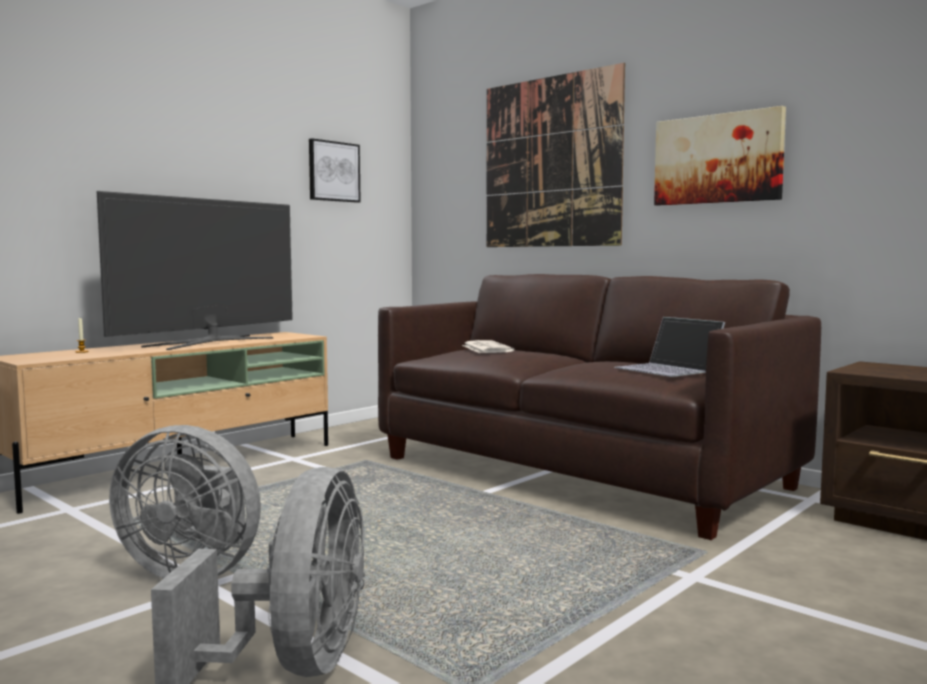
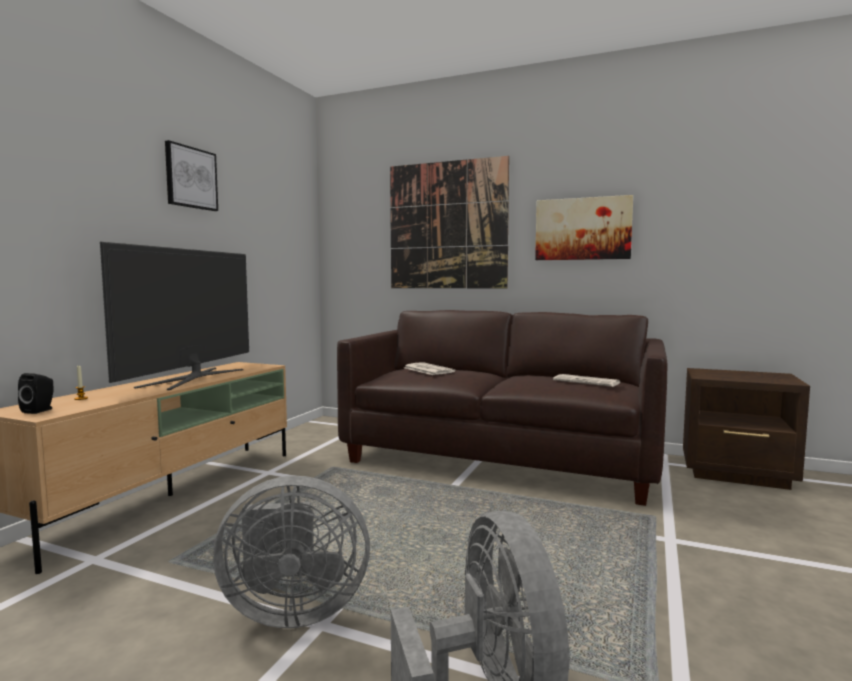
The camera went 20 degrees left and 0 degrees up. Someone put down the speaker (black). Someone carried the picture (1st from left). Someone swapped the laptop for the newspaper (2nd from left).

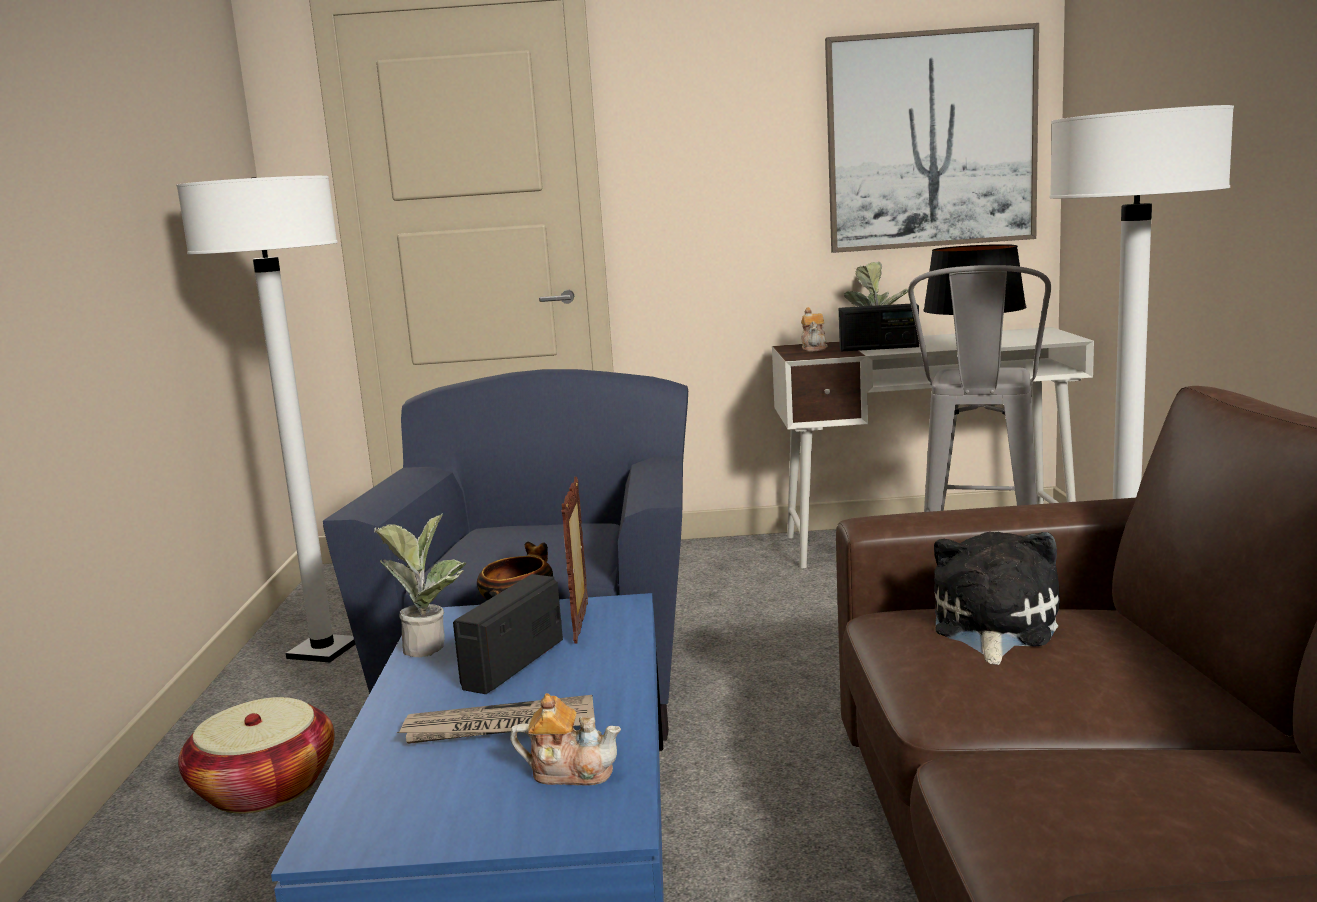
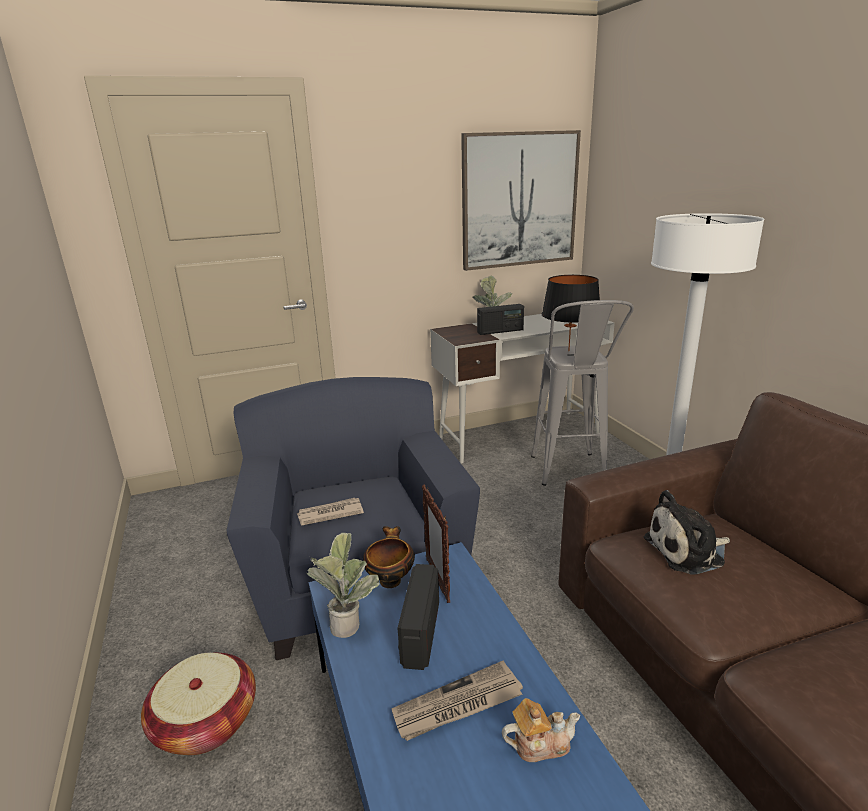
The camera went 20 degrees left and 10 degrees up. Someone put down the newspaper (1st from left). Someone rotated the plush toy by 105 degrees counterclockwise. Someone took away the floor lamp (white) (1st from left). Someone took away the teapot (2nd from left).

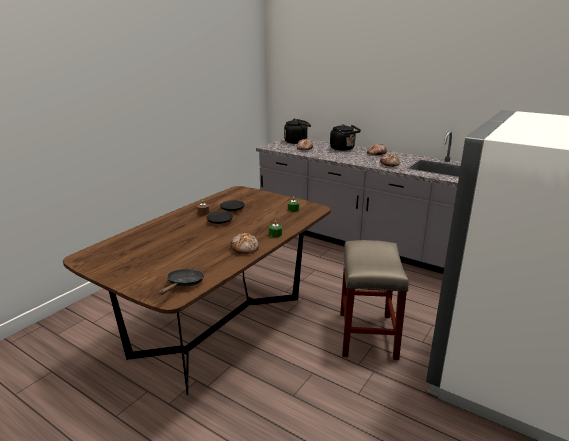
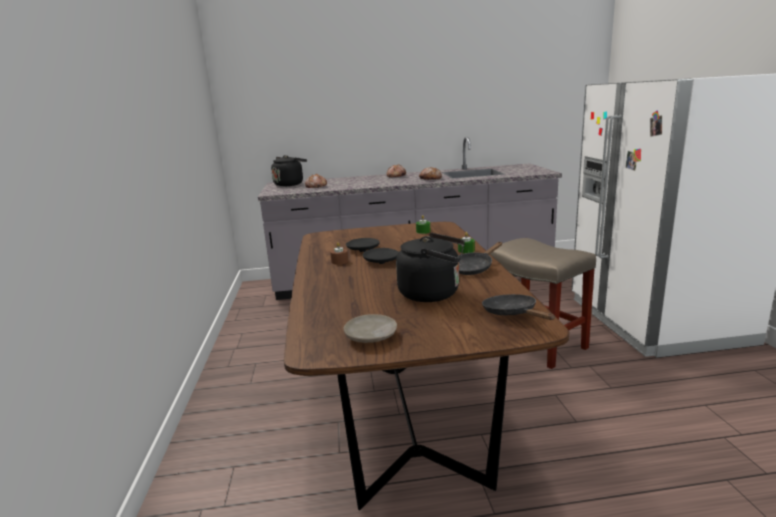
The camera went 40 degrees left and 5 degrees down. Someone put down the plate (beige). Someone carried the kettle (black) (2nd from left). Someone swapped the bread (1st from left) for the frying pan (black) (1st from left).

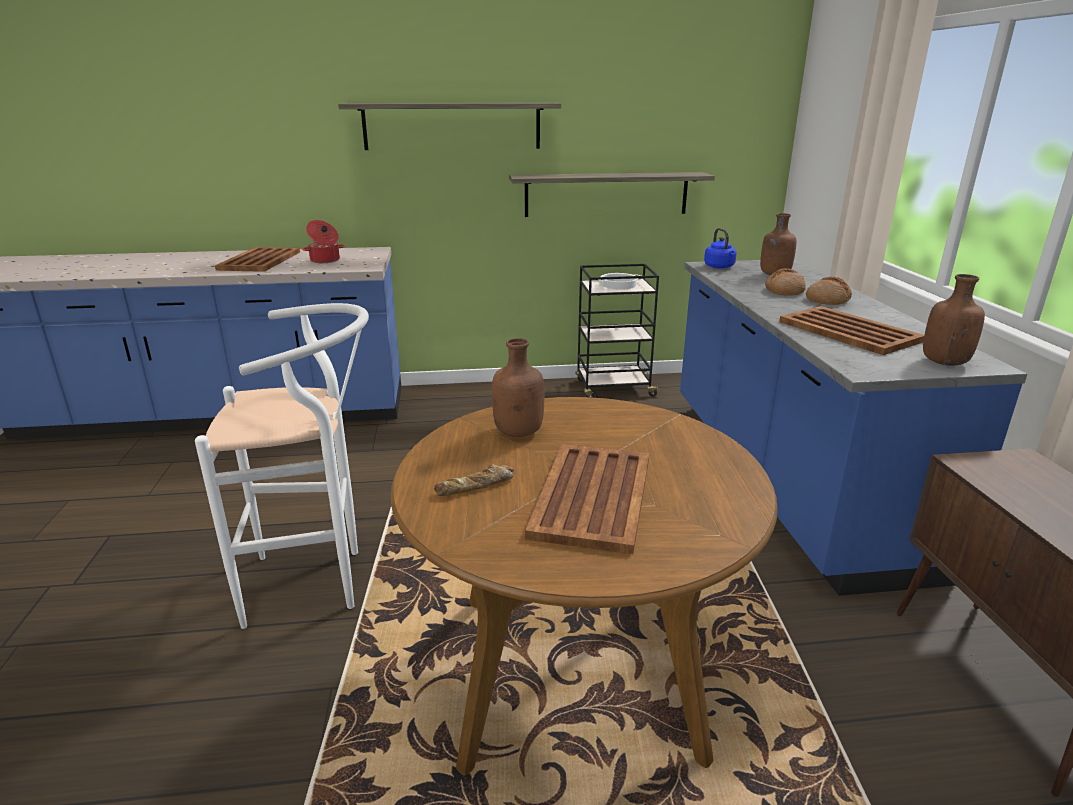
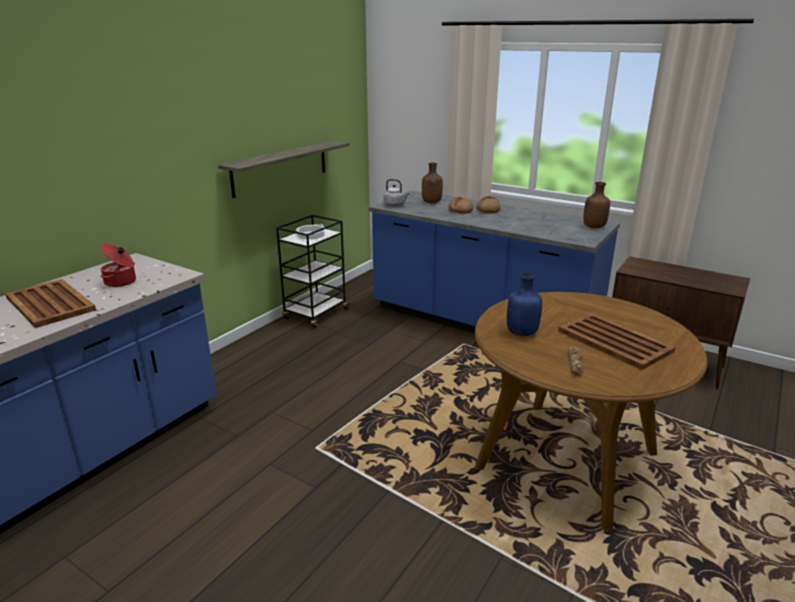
The camera went 50 degrees left and 0 degrees up. Someone repainted the kettle (blue), which became the kettle (grey). Someone repainted the bottle (brown) (1st from left), which became the bottle (blue). Someone took away the stool (white). Someone took away the shelf (1st from left). Someone took away the tray (brown) (3rd from left).

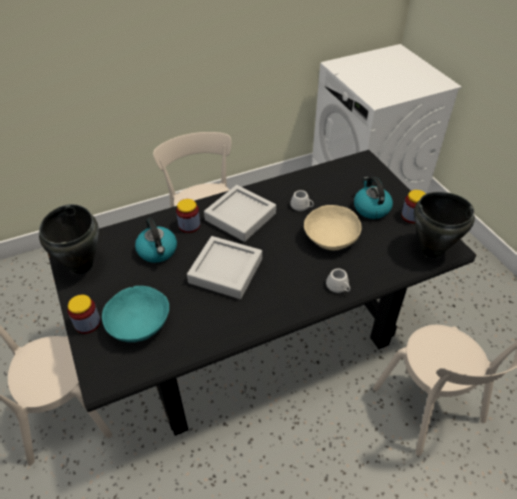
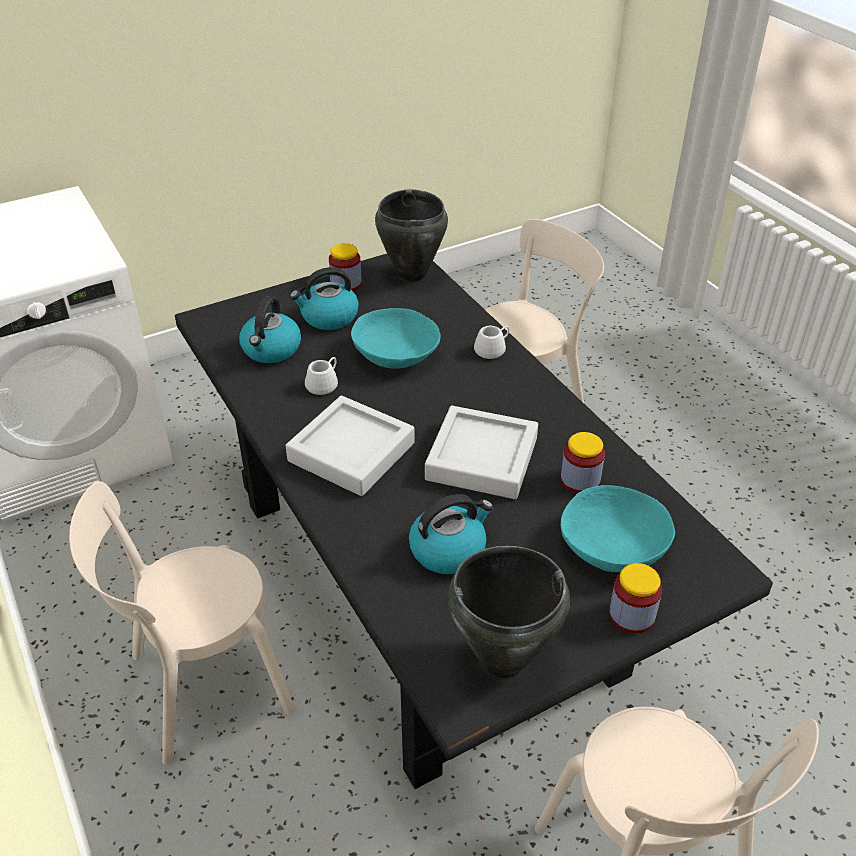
The camera went 95 degrees left and 5 degrees down. Someone put down the kettle (1st from left). Someone repainted the bowl (beige), which became the bowl (turquoise) (1st from left). Someone carried the jar (2nd from left).

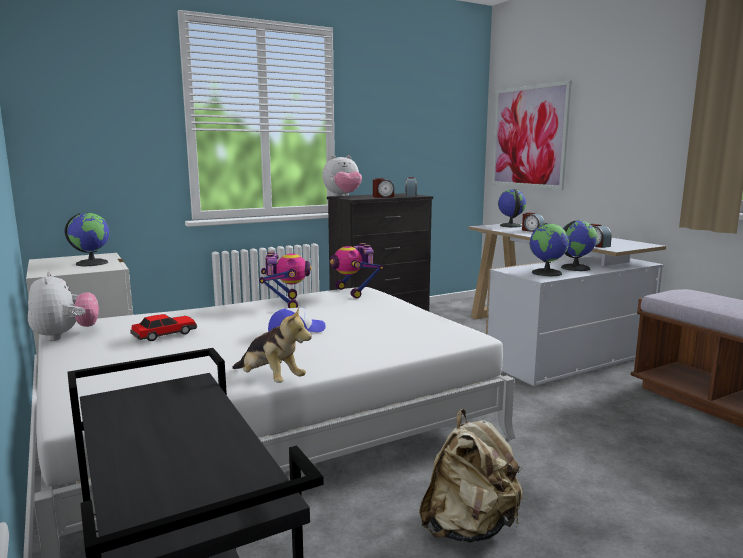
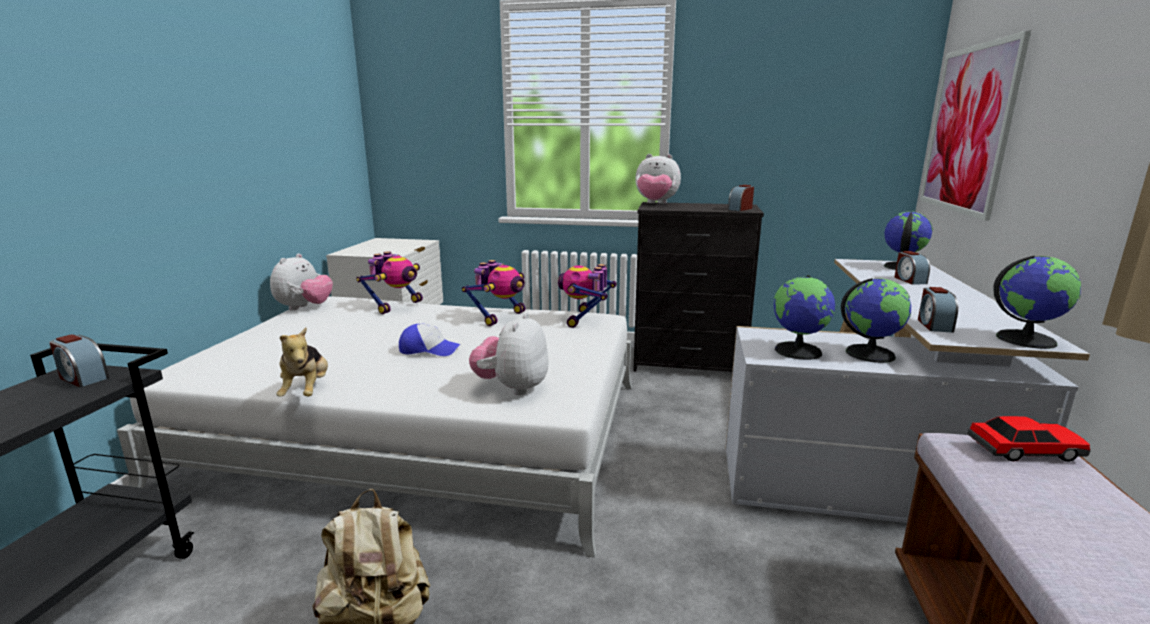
The camera went 40 degrees right and 5 degrees up. Someone carried the alarm clock (1st from left). Someone put down the toy robot (1st from left). Someone put down the plush toy (3rd from left). Someone carried the toy car. Someone carried the globe (1st from left in the first image).

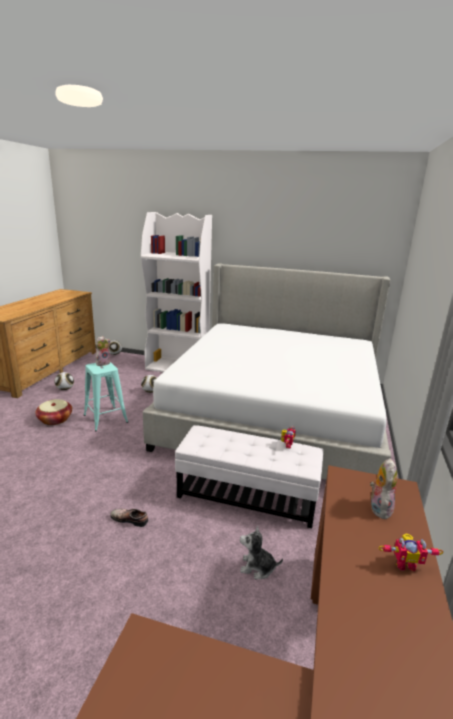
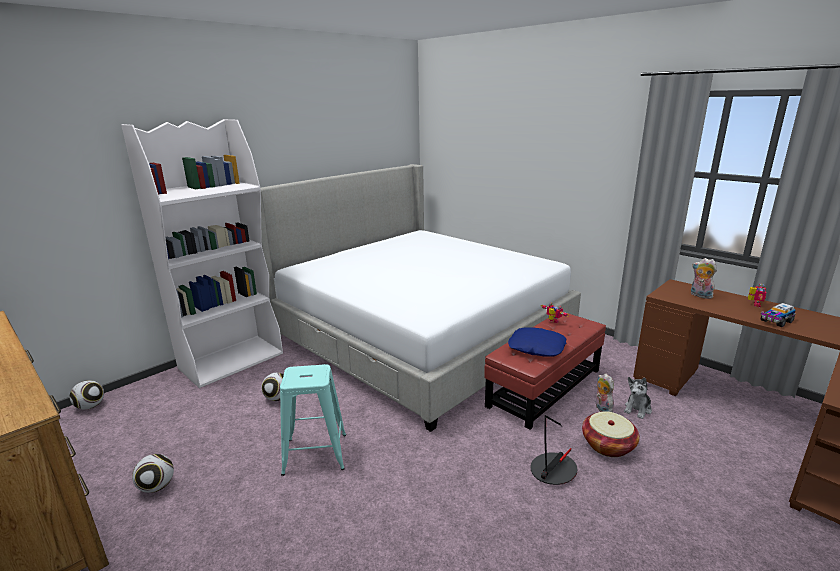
The camera went 60 degrees left and 0 degrees up. Someone repainted the ottoman (white), which became the ottoman (red). Someone put down the pillow (blue). Someone swapped the shoe for the table lamp. Someone carried the basket. Someone carried the plush toy (1st from left). Someone put down the toy truck.

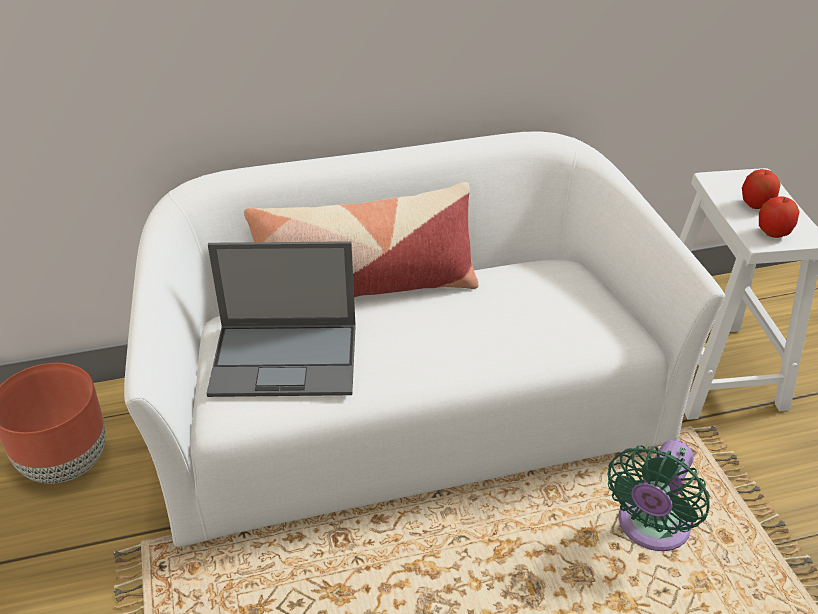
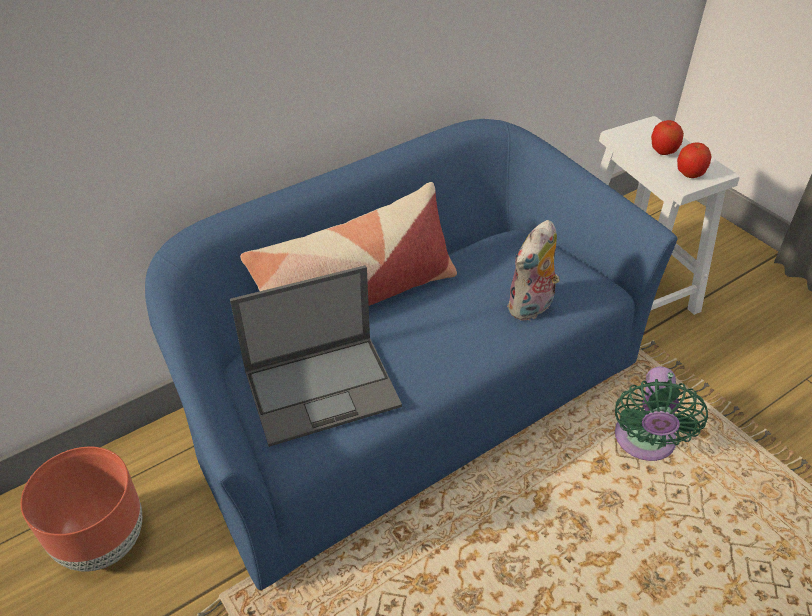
The camera went 20 degrees left and 5 degrees up. Someone repainted the sofa (white), which became the sofa (blue). Someone put down the plush toy.

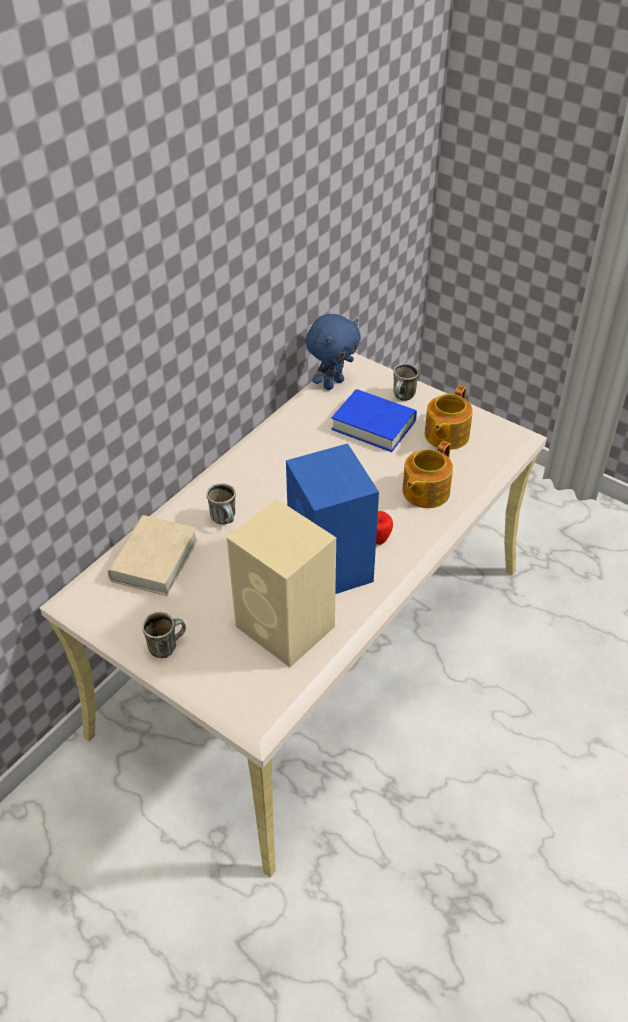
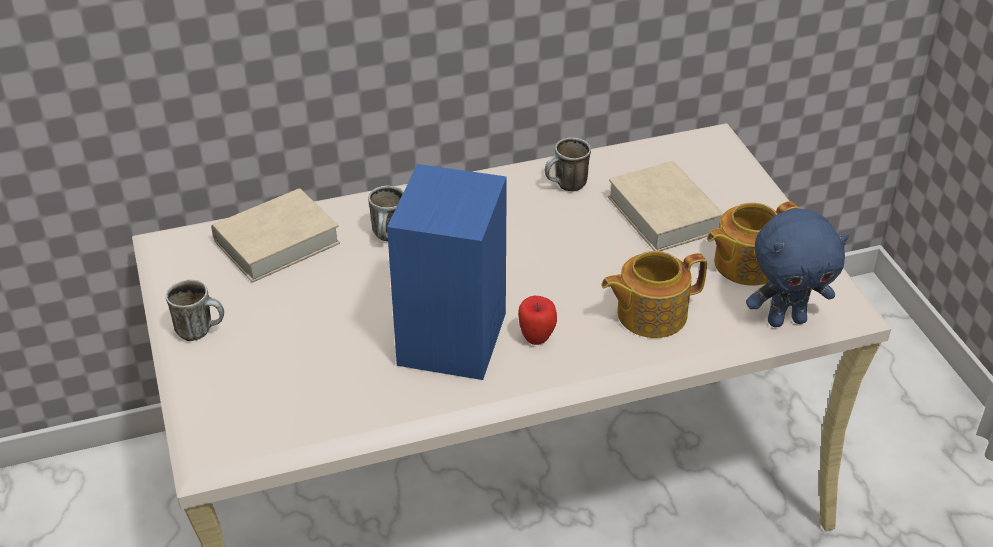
The camera went 35 degrees right and 5 degrees down. Someone carried the mug (3rd from left). Someone repainted the book (blue), which became the book (beige) (2nd from left). Someone carried the plush toy (blue). Someone took away the speaker (beige).

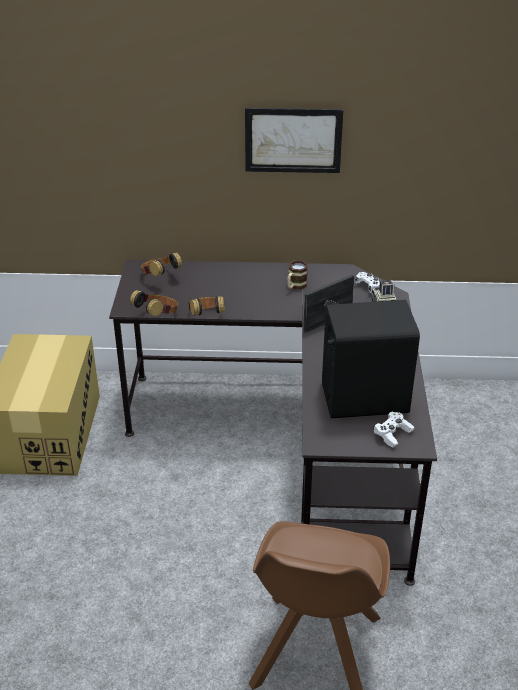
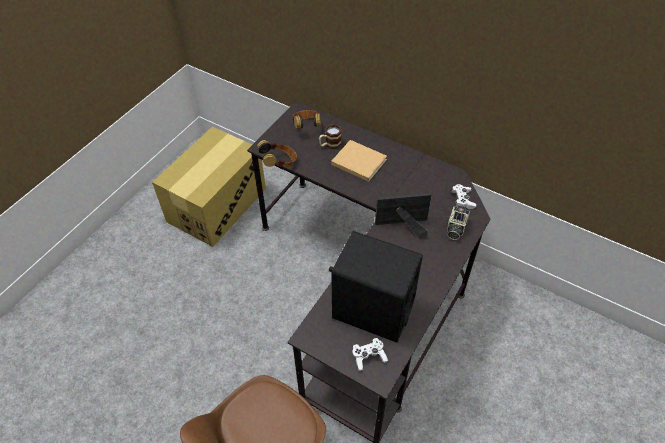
The camera went 30 degrees right and 15 degrees up. Someone carried the mug. Someone put down the book (beige). Someone took away the headphones (3rd from left). Someone took away the picture.

